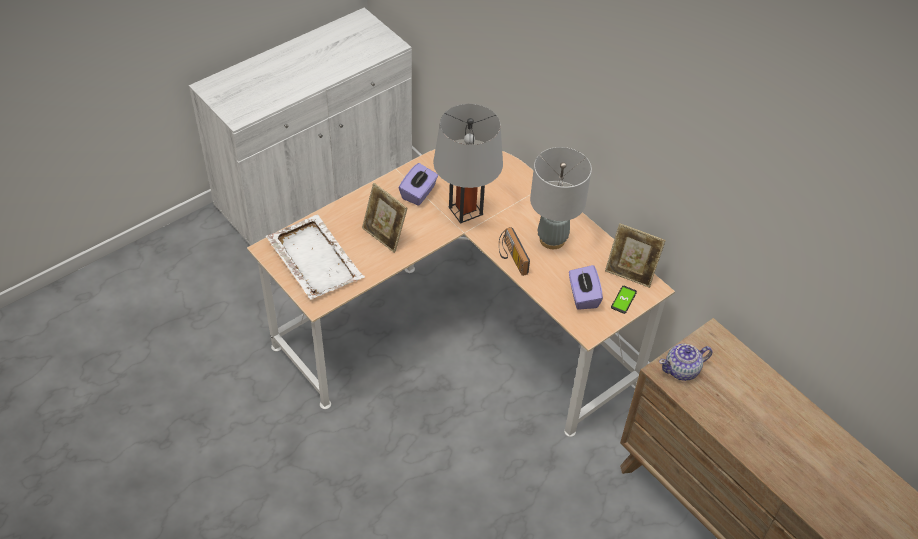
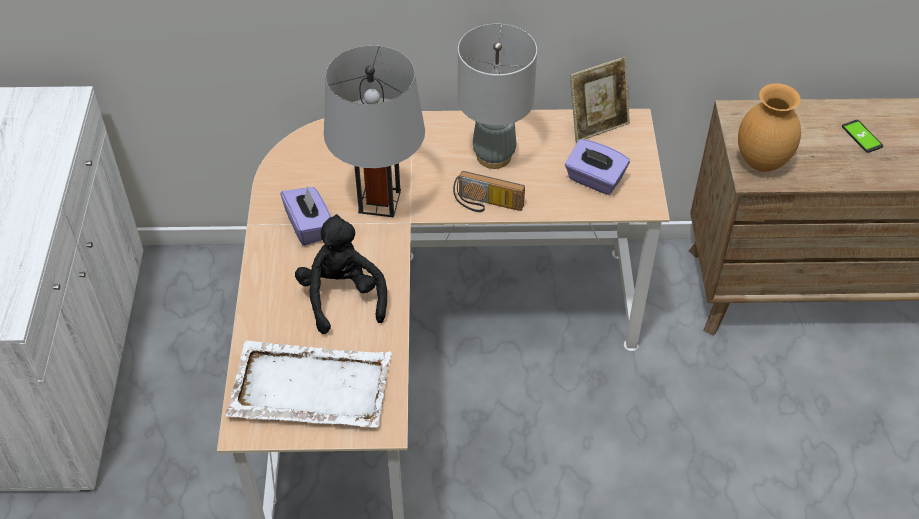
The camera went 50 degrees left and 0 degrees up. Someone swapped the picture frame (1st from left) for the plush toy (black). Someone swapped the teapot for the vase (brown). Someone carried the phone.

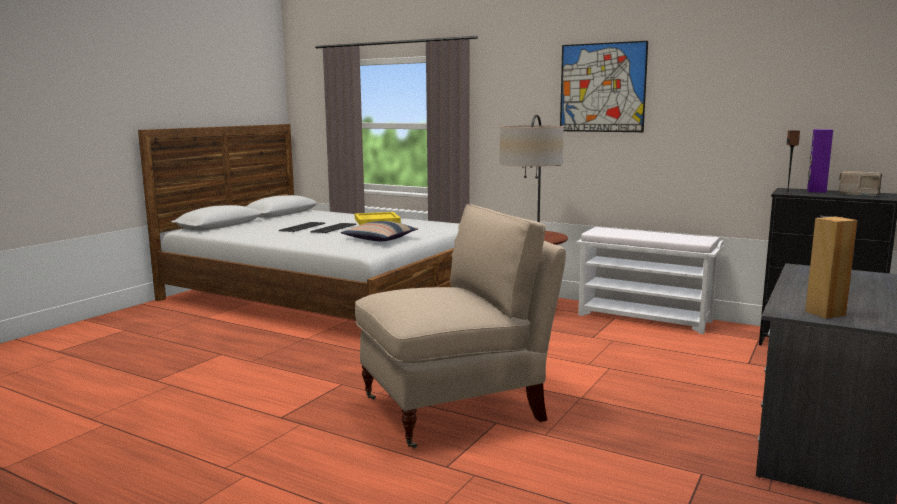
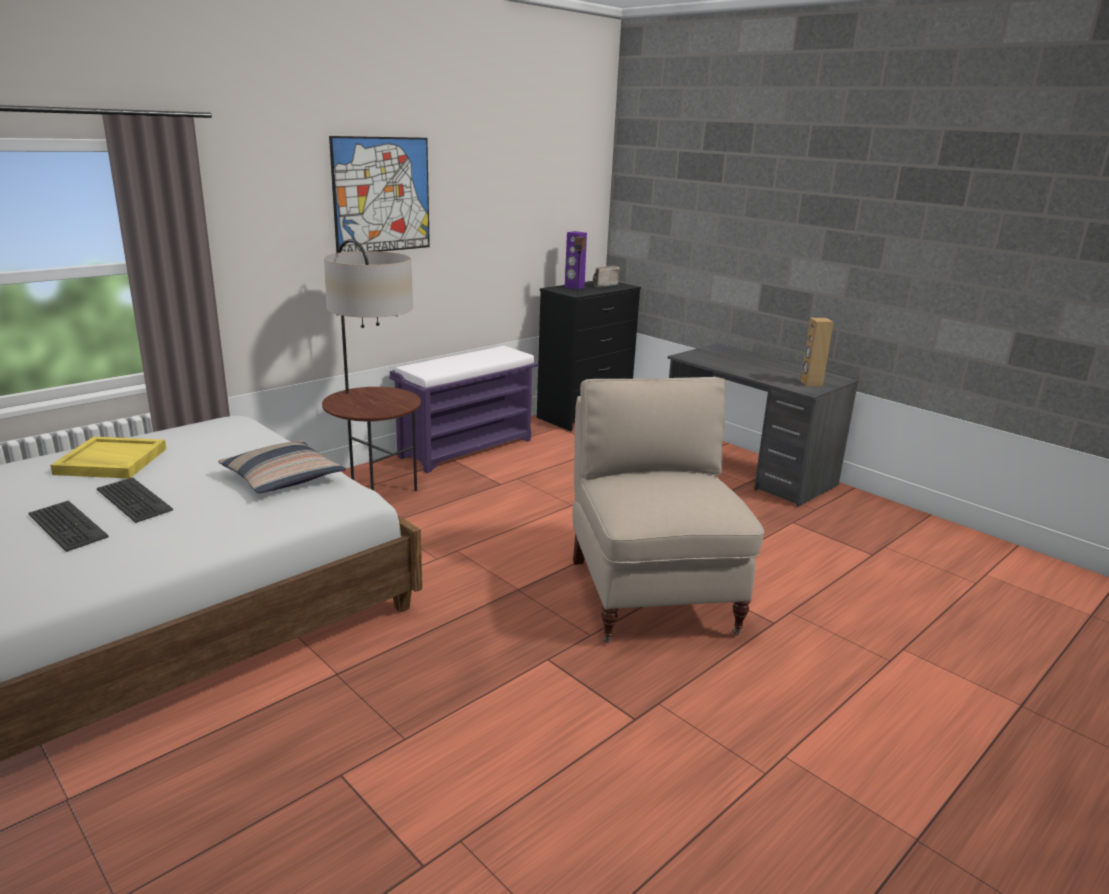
The camera went 75 degrees left and 10 degrees up. Someone repainted the bench (white), which became the bench (purple).

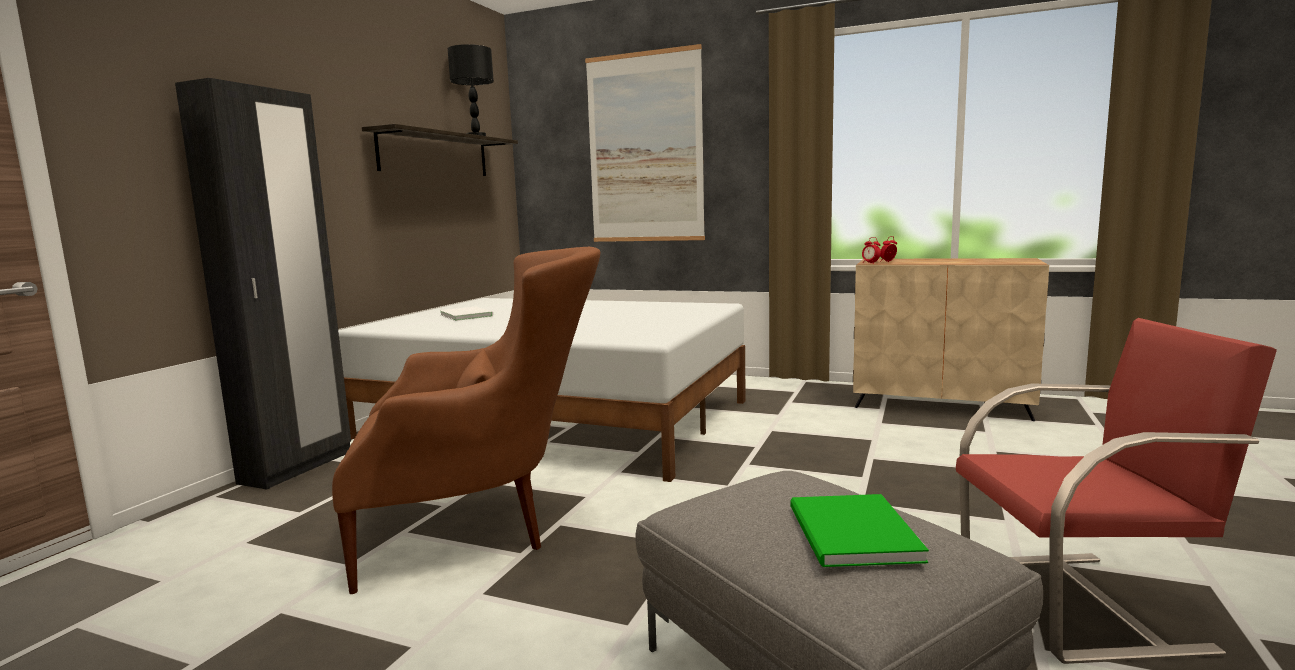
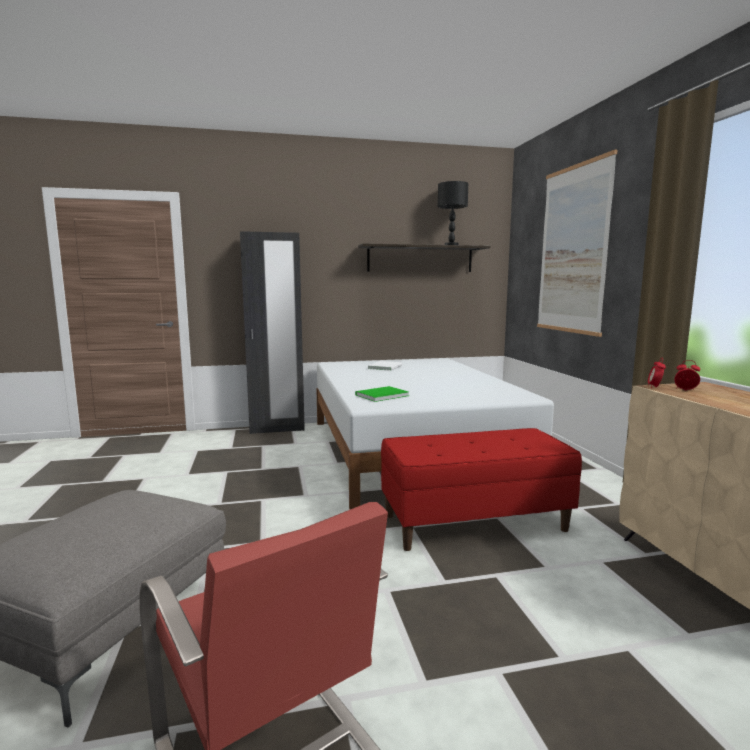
The camera went 55 degrees right and 0 degrees up. Someone carried the book (green). Someone put down the bench (red). Someone took away the armchair (brown).

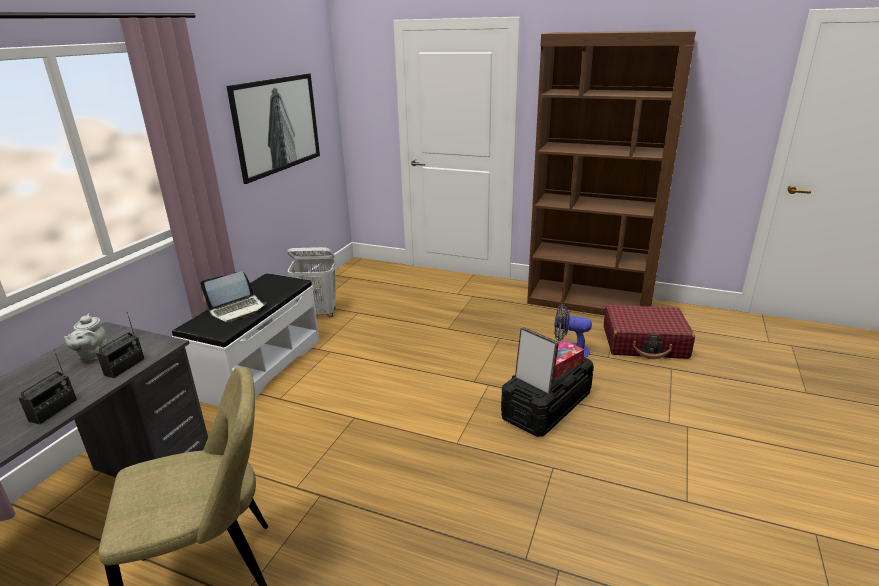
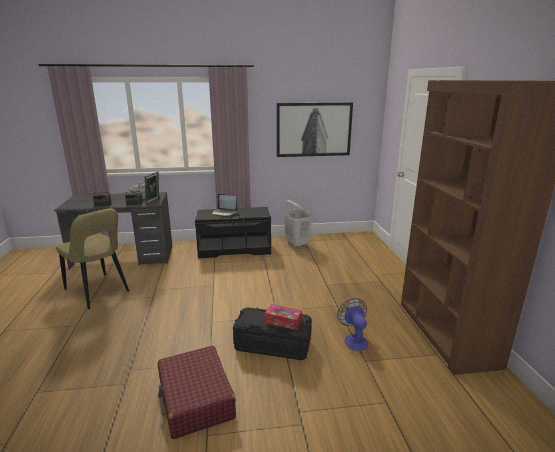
The camera went 60 degrees right and 5 degrees down. Someone carried the picture frame. Someone carried the suitcase (red). Someone repainted the bench (white), which became the bench (black).

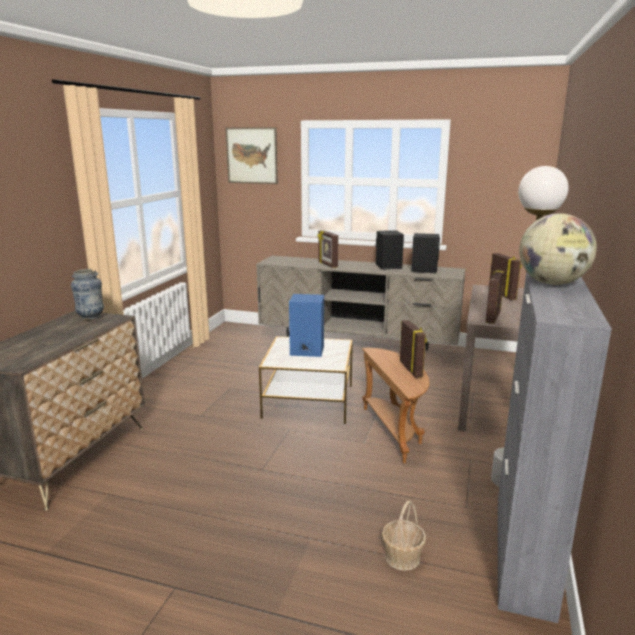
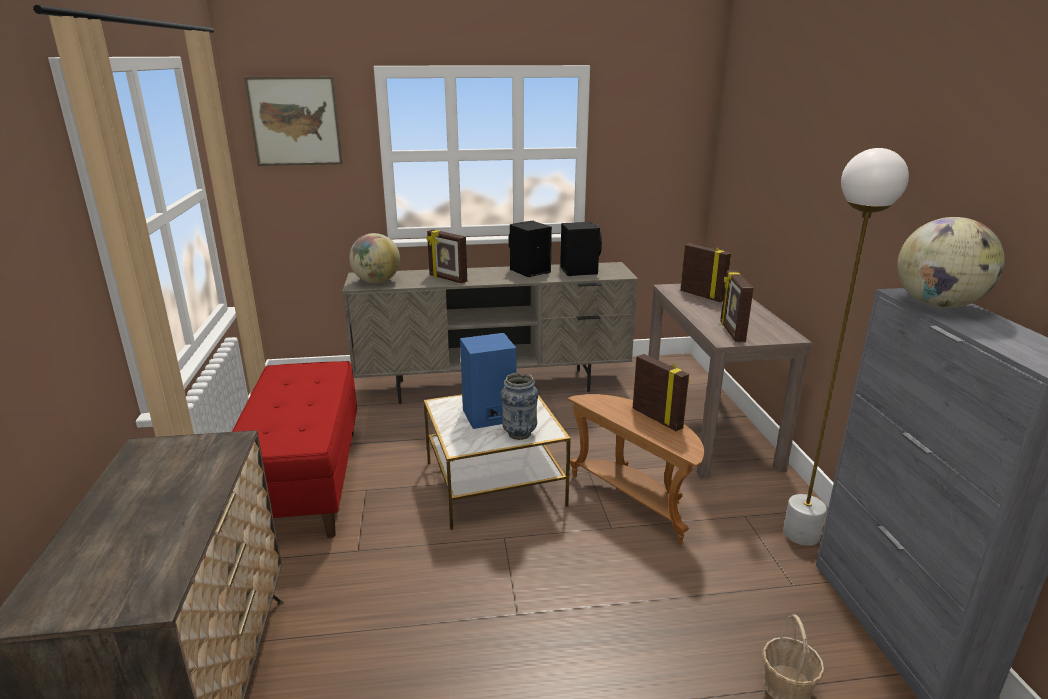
The camera went 25 degrees left and 5 degrees up. Someone put down the bench (red). Someone put down the globe (1st from left). Someone carried the vase.

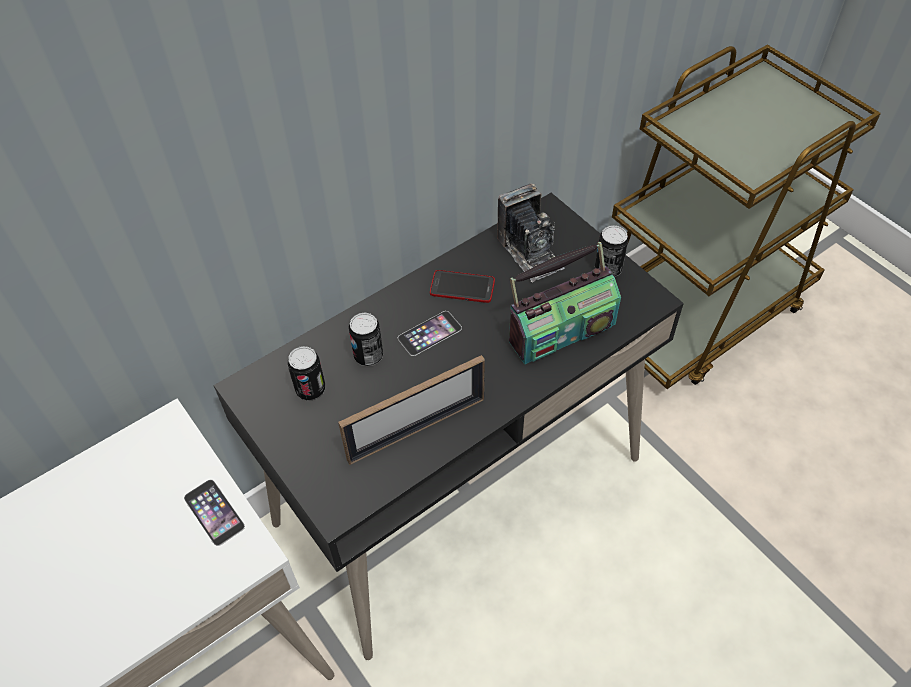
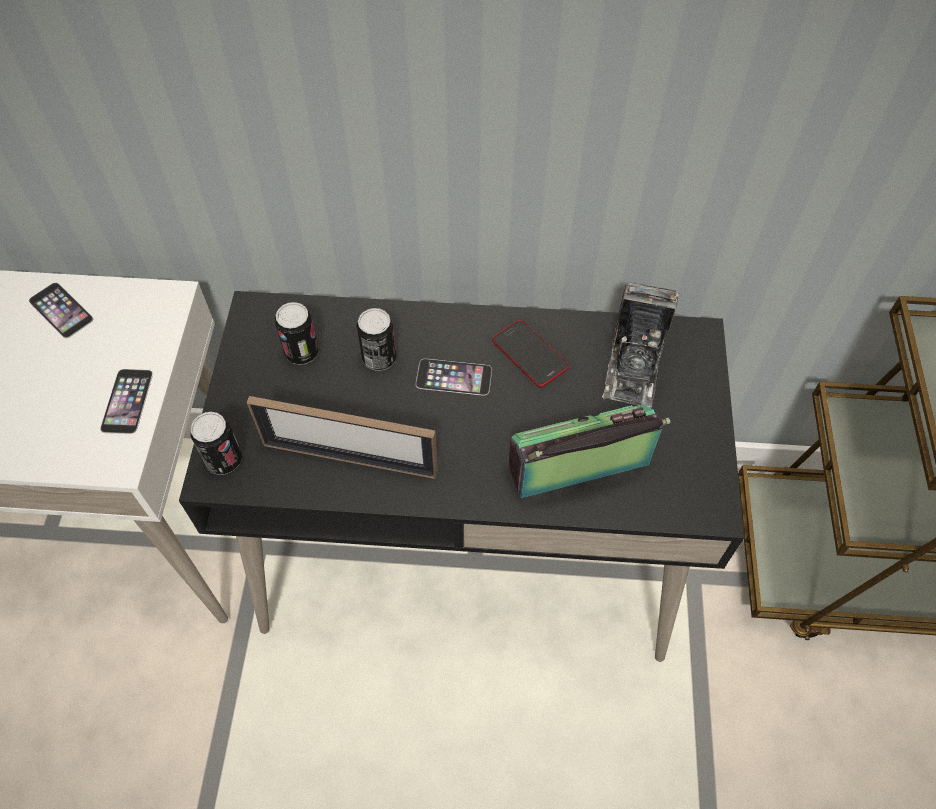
The camera went 40 degrees right and 5 degrees up. Someone put down the phone (1st from left). Someone carried the can (3rd from left in the first image). Someone rotated the radio by 150 degrees clockwise.

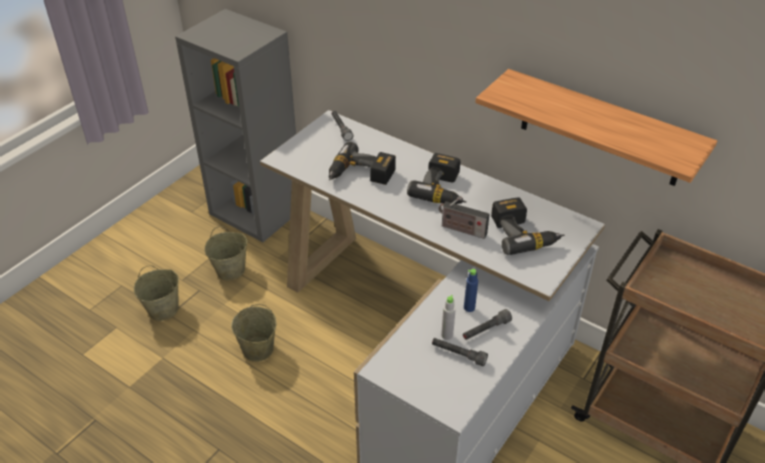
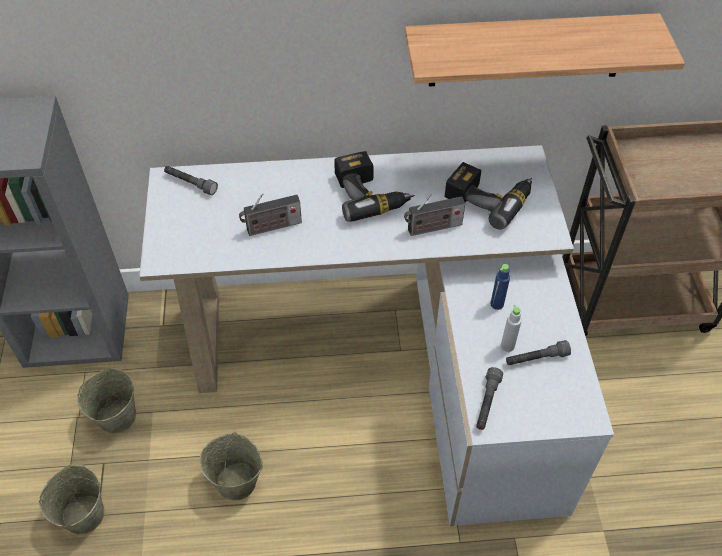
The camera went 40 degrees left and 10 degrees up. Someone swapped the power drill (1st from left) for the radio (1st from left). Someone carried the flashlight (grey) (3rd from left in the first image).

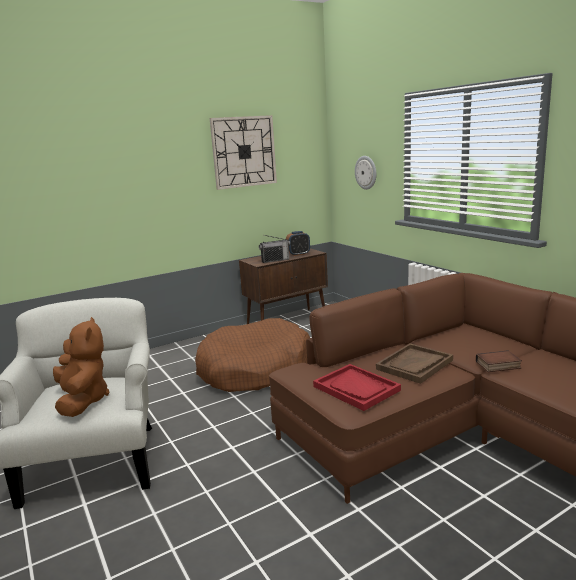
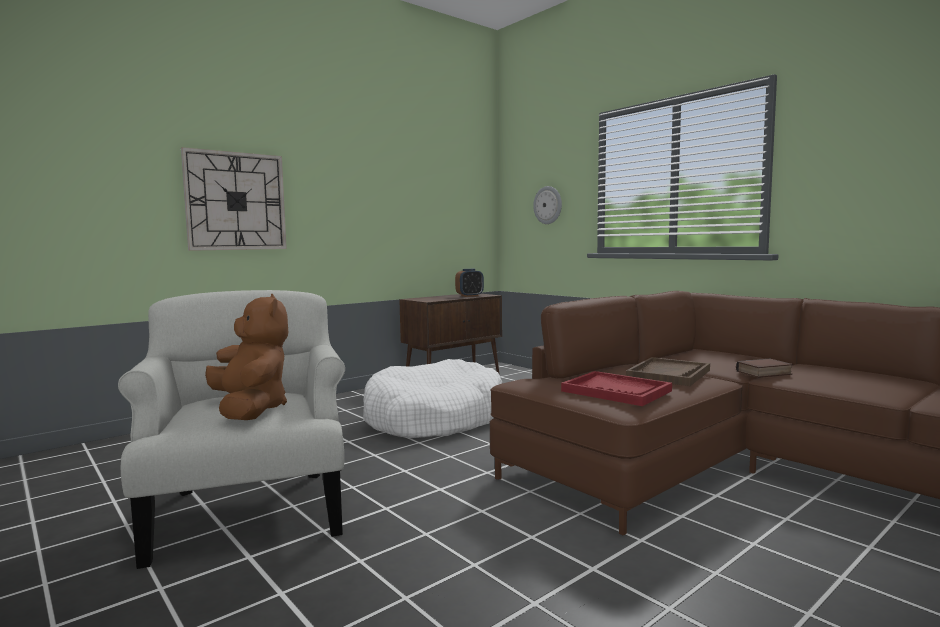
The camera went 10 degrees left and 10 degrees down. Someone carried the wall clock (1st from left). Someone repainted the dog bed (brown), which became the dog bed (white). Someone took away the radio.

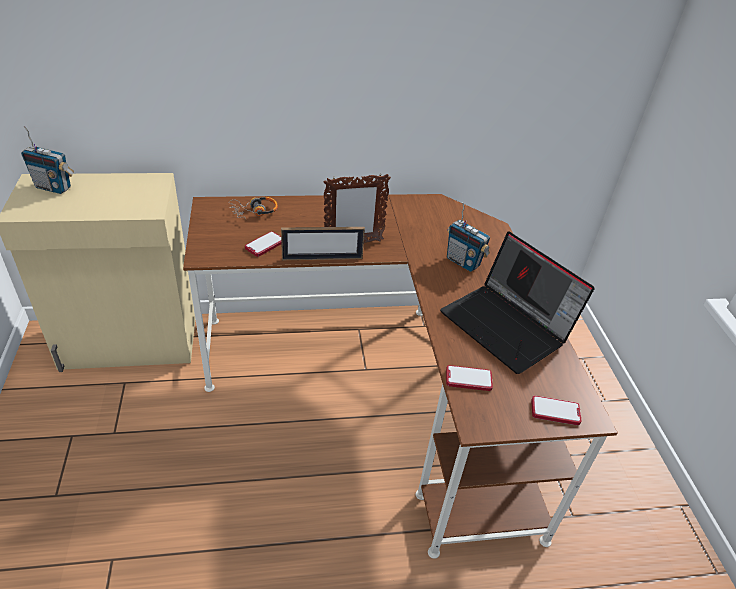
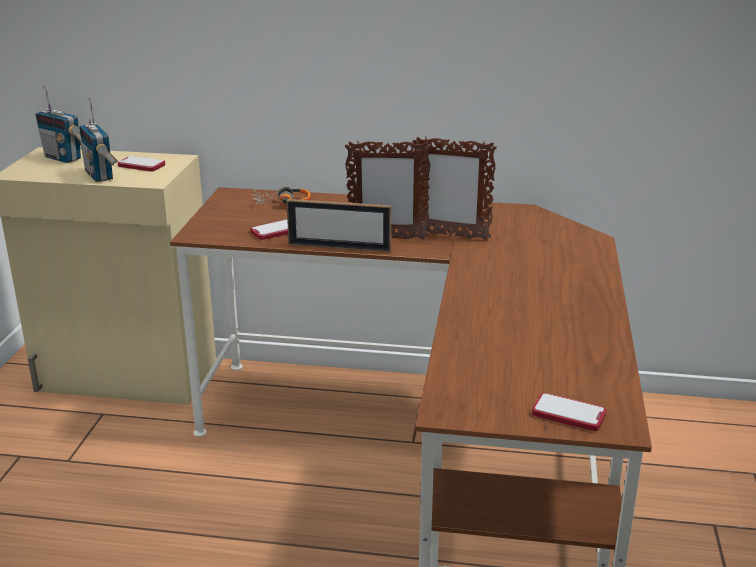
The camera went 20 degrees right and 15 degrees down. Someone carried the radio (2nd from left). Someone carried the phone (2nd from left in the first image). Someone put down the picture frame (3rd from left). Someone took away the laptop.

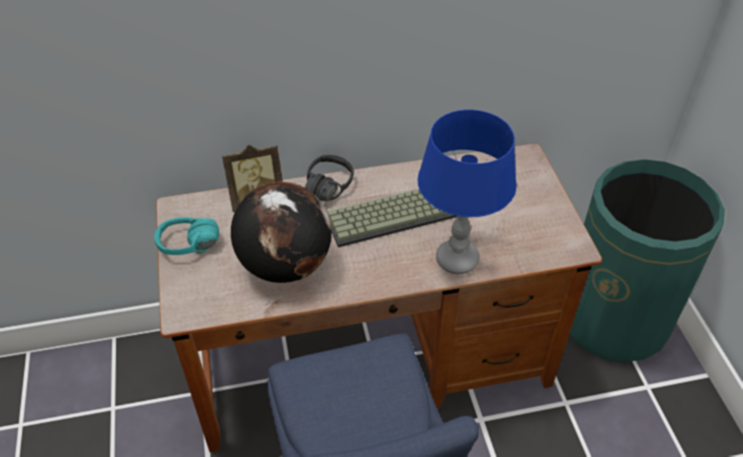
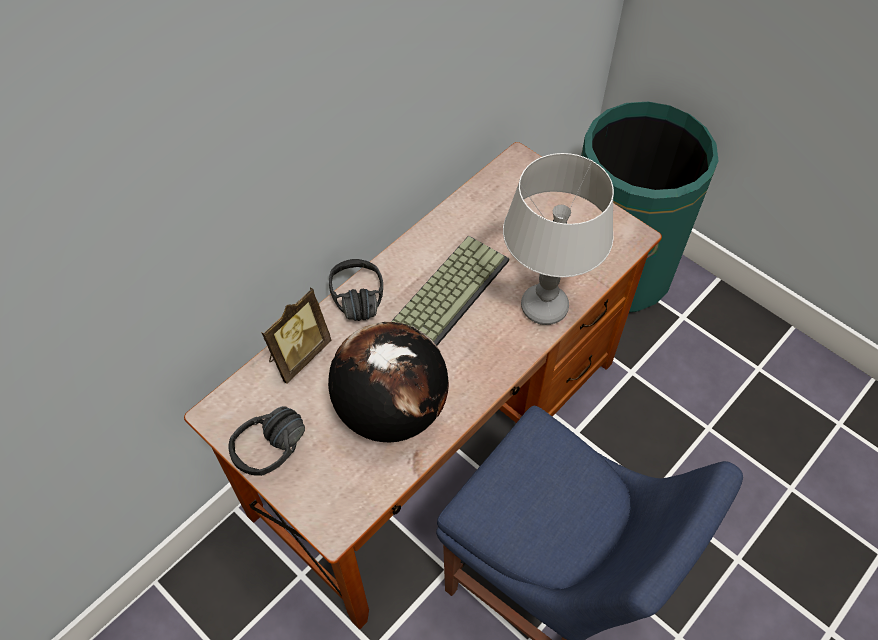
The camera went 35 degrees left and 10 degrees up. Someone repainted the headphones (turquoise), which became the headphones (black) (1st from left). Someone repainted the table lamp (blue), which became the table lamp (grey).

